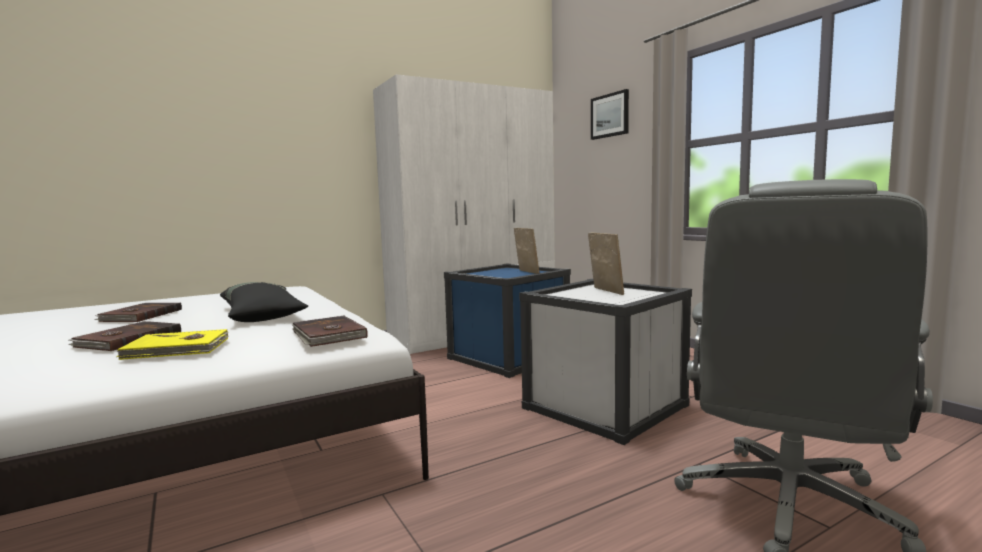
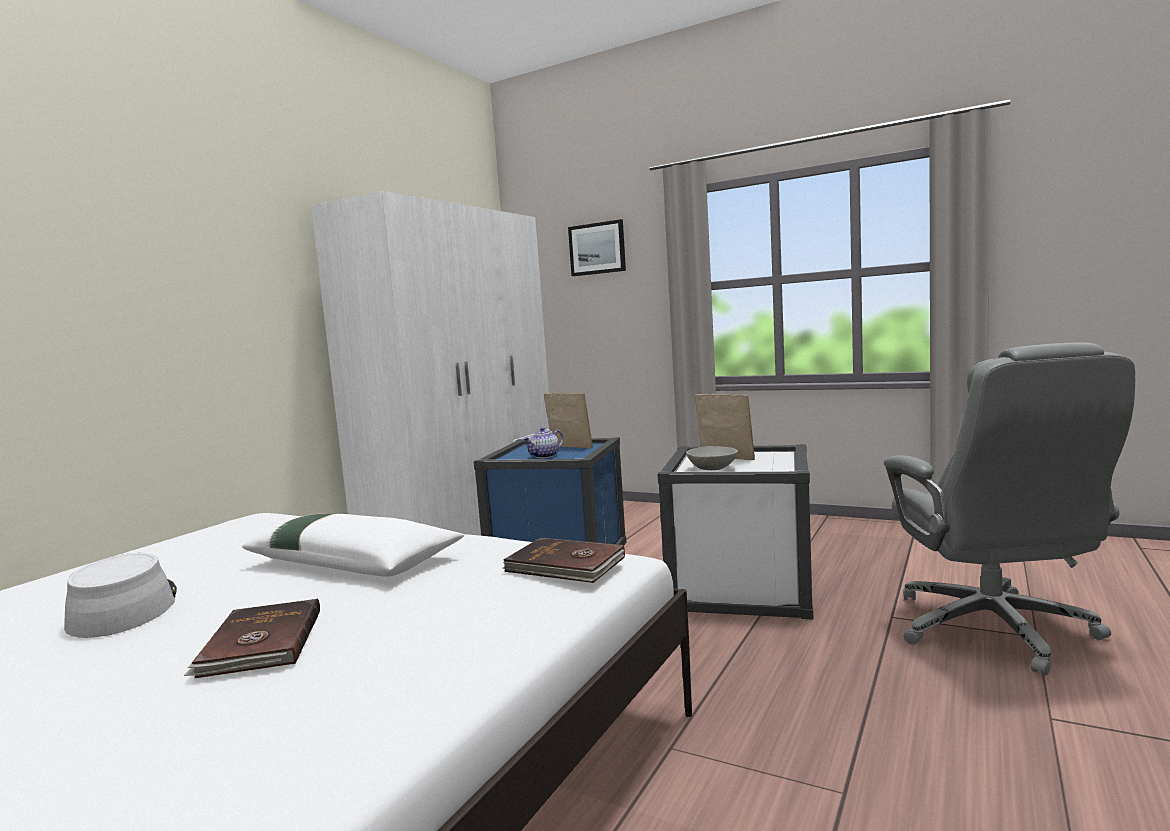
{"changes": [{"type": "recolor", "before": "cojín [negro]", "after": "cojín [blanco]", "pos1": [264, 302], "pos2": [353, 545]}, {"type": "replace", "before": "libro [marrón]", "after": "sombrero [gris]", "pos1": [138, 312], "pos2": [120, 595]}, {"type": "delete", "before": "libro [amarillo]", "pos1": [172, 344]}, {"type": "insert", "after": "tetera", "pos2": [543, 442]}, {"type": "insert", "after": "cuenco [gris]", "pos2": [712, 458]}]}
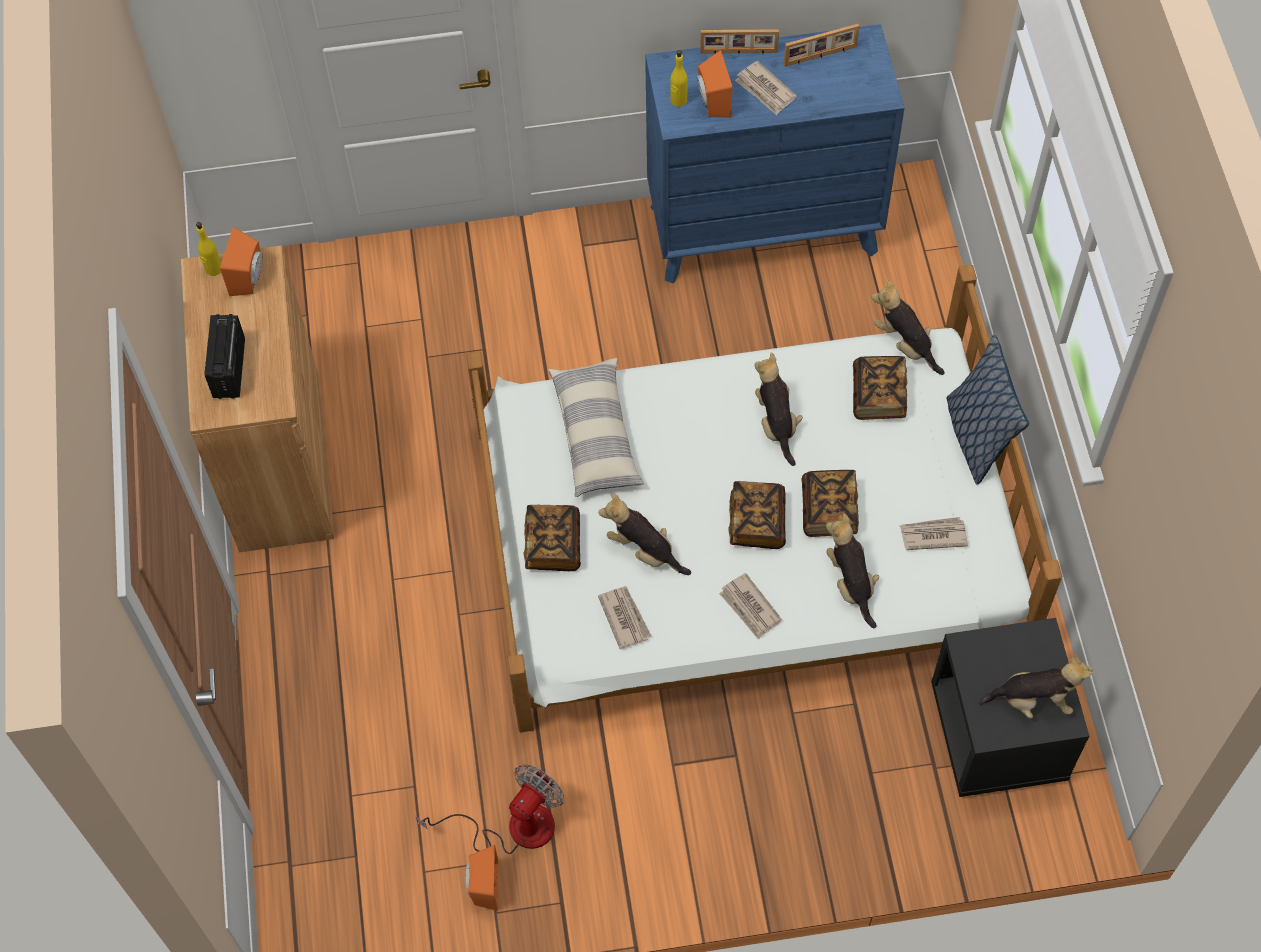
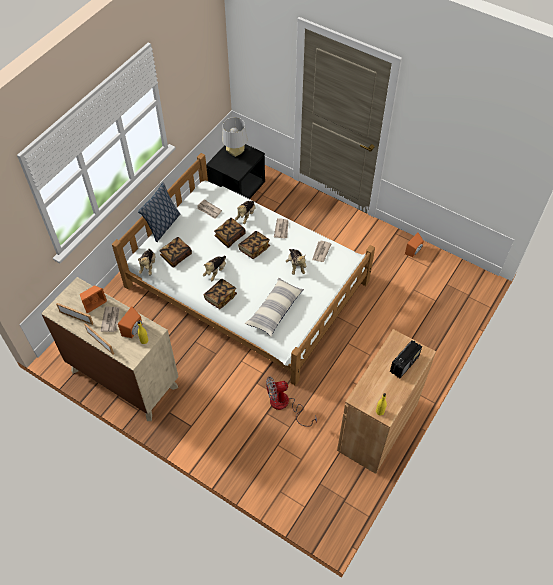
{"changes": [{"type": "recolor", "before": "cómoda [azul]", "after": "cómoda [beis]", "pos1": [774, 154], "pos2": [109, 349]}, {"type": "move", "before": "altavoz [naranja]", "pos1": [241, 261], "pos2": [93, 299]}, {"type": "move", "before": "libro", "pos1": [552, 538], "pos2": [220, 294]}, {"type": "replace", "before": "peluche", "after": "lámpara de mesa [gris]", "pos1": [1036, 686], "pos2": [234, 137]}, {"type": "move", "before": "ventilador", "pos1": [490, 809], "pos2": [291, 402]}]}
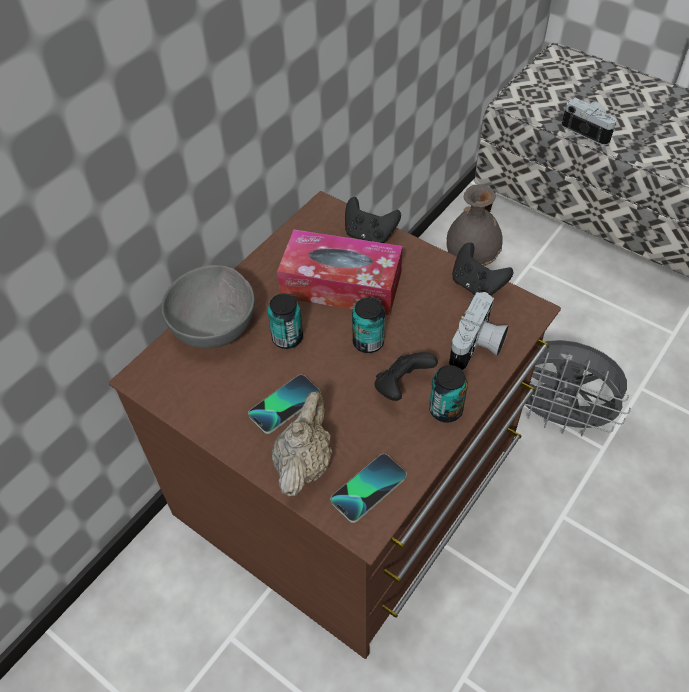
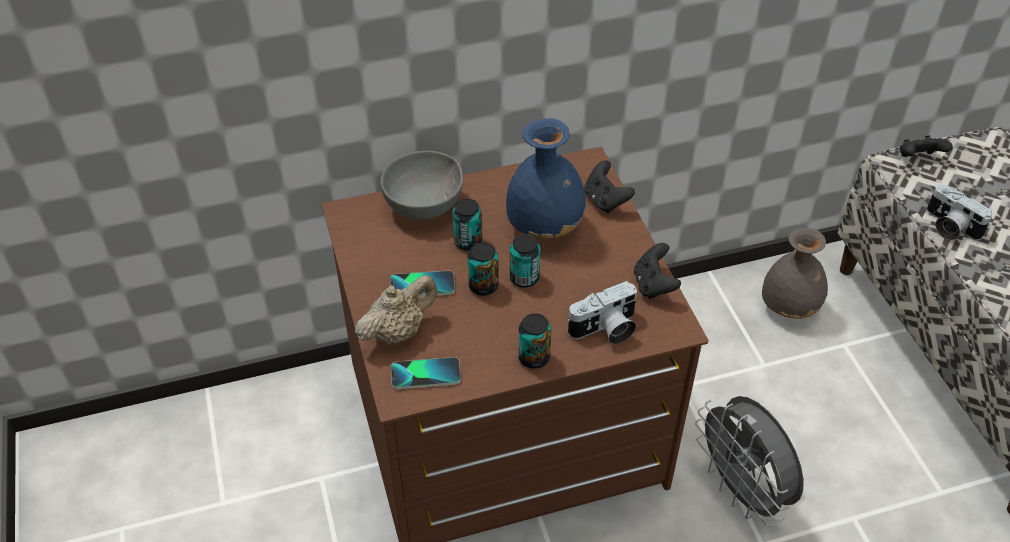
{"changes": [{"type": "rotate", "before": "cámara", "pos1": [588, 122], "pos2": [960, 212], "turn": 150}, {"type": "replace", "before": "caja de pañuelos", "after": "florero [azul]", "pos1": [340, 272], "pos2": [546, 178]}, {"type": "move", "before": "mando de consola [negro]", "pos1": [406, 376], "pos2": [926, 146]}, {"type": "insert", "after": "lata", "pos2": [483, 269]}]}
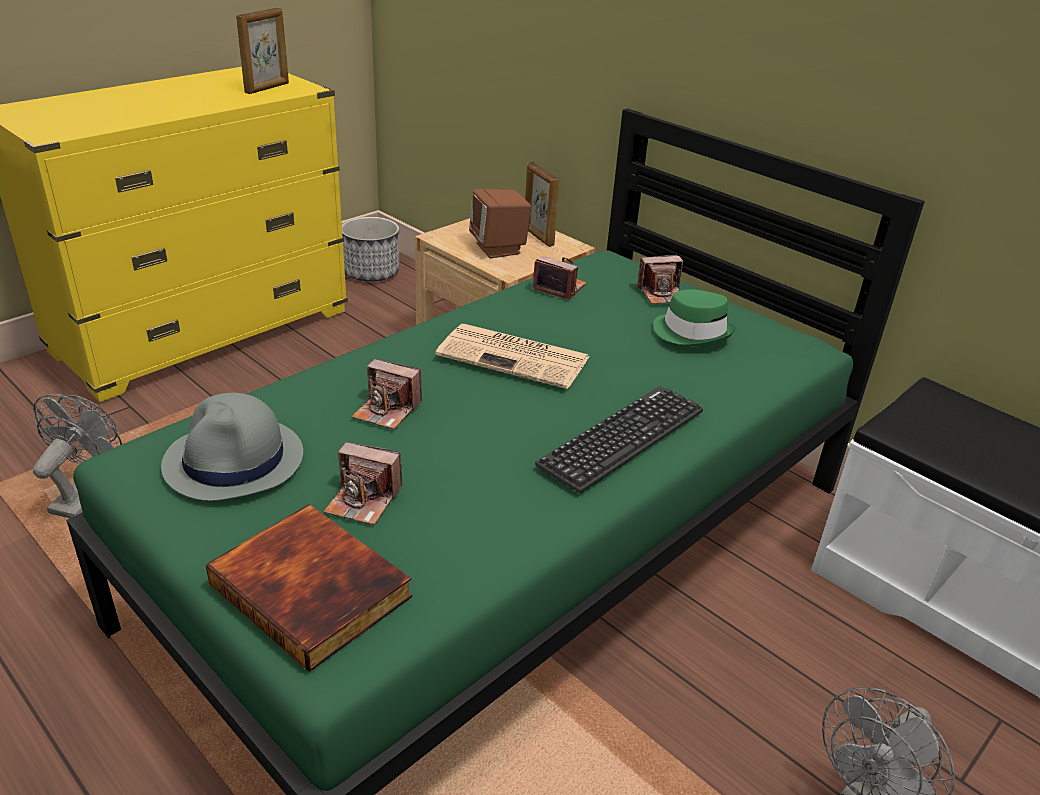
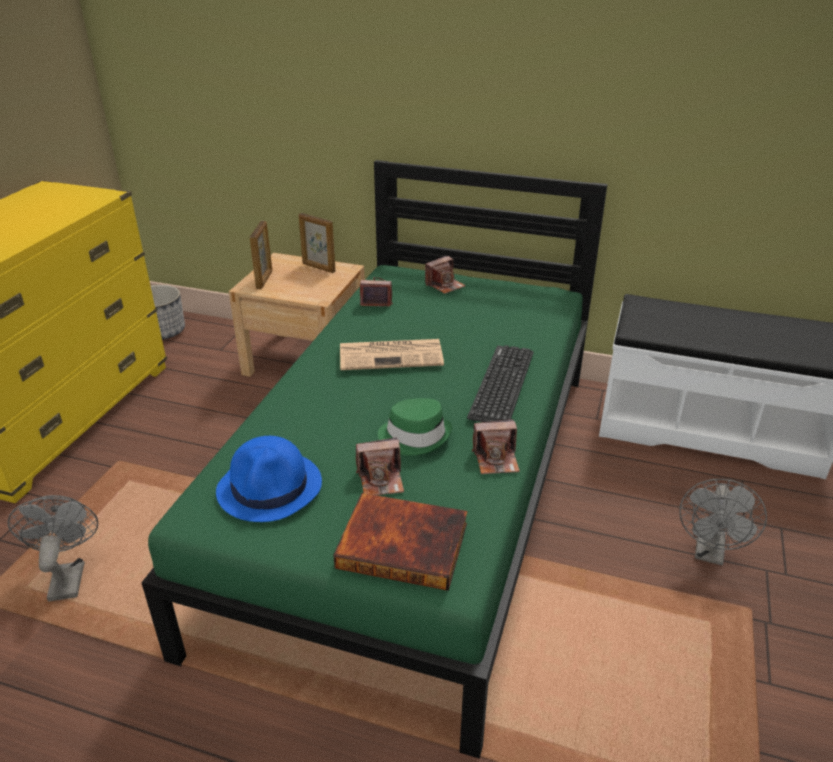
{"changes": [{"type": "move", "before": "portarretratos", "pos1": [262, 51], "pos2": [261, 255]}, {"type": "delete", "before": "altavoz [marrón]", "pos1": [500, 223]}, {"type": "move", "before": "sombrero [verde]", "pos1": [694, 318], "pos2": [415, 427]}, {"type": "move", "before": "cámara", "pos1": [387, 394], "pos2": [496, 446]}, {"type": "recolor", "before": "sombrero [gris]", "after": "sombrero [azul]", "pos1": [232, 447], "pos2": [269, 479]}]}
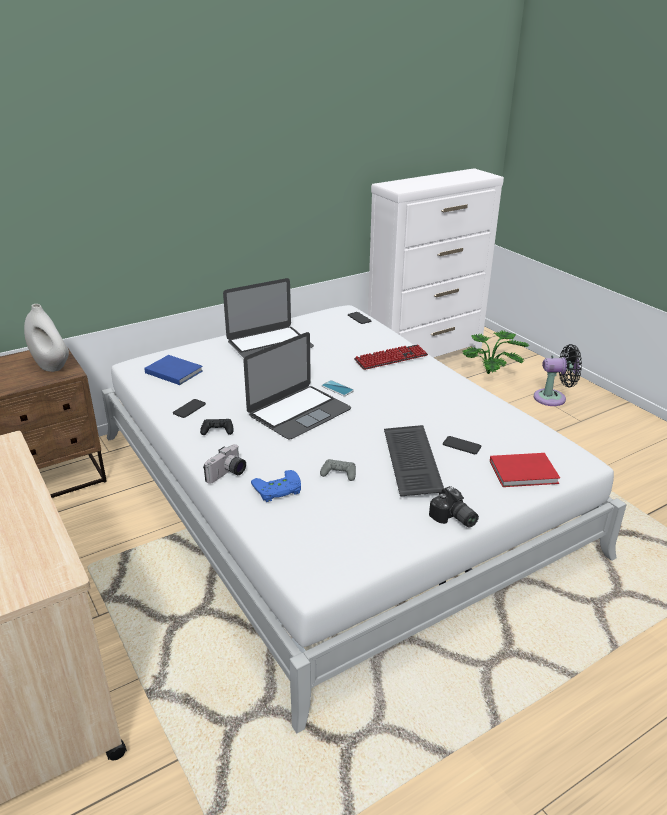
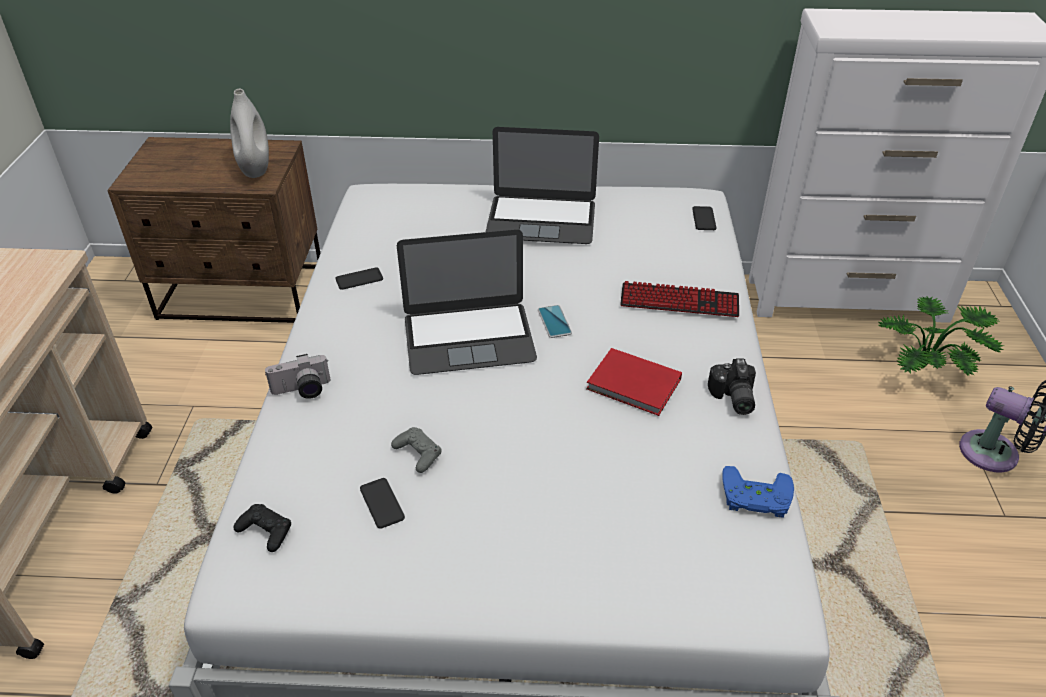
{"changes": [{"type": "delete", "before": "libro [azul]", "pos1": [173, 370]}, {"type": "move", "before": "mando de consola [negro]", "pos1": [216, 427], "pos2": [262, 528]}, {"type": "delete", "before": "teclado", "pos1": [414, 461]}, {"type": "move", "before": "móvil", "pos1": [462, 445], "pos2": [382, 503]}, {"type": "move", "before": "libro [rojo]", "pos1": [525, 470], "pos2": [634, 382]}, {"type": "move", "before": "mando de consola [azul]", "pos1": [276, 486], "pos2": [758, 492]}, {"type": "move", "before": "cámara", "pos1": [454, 506], "pos2": [732, 386]}]}
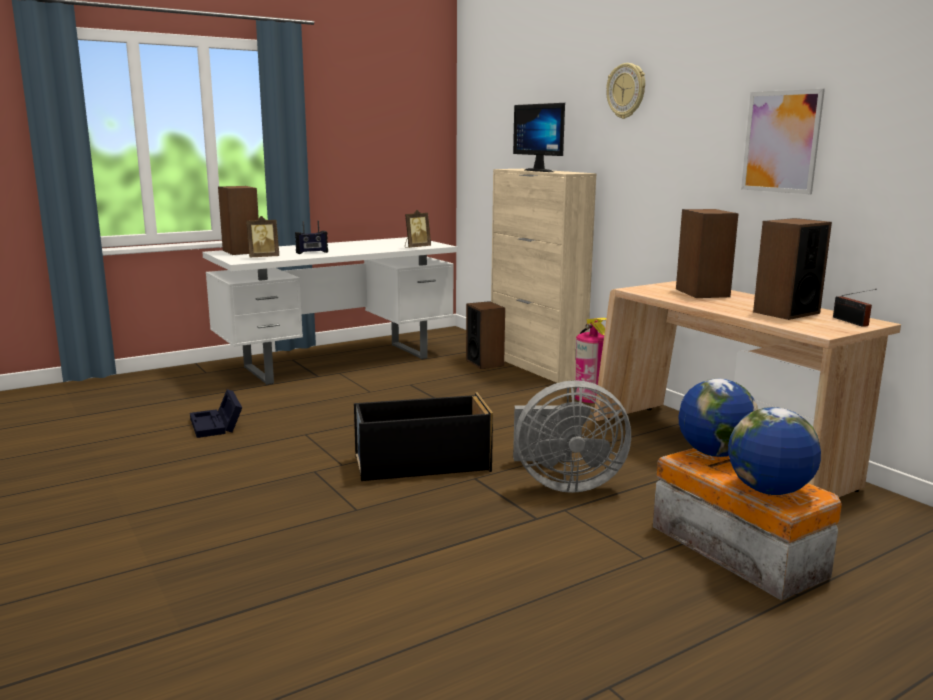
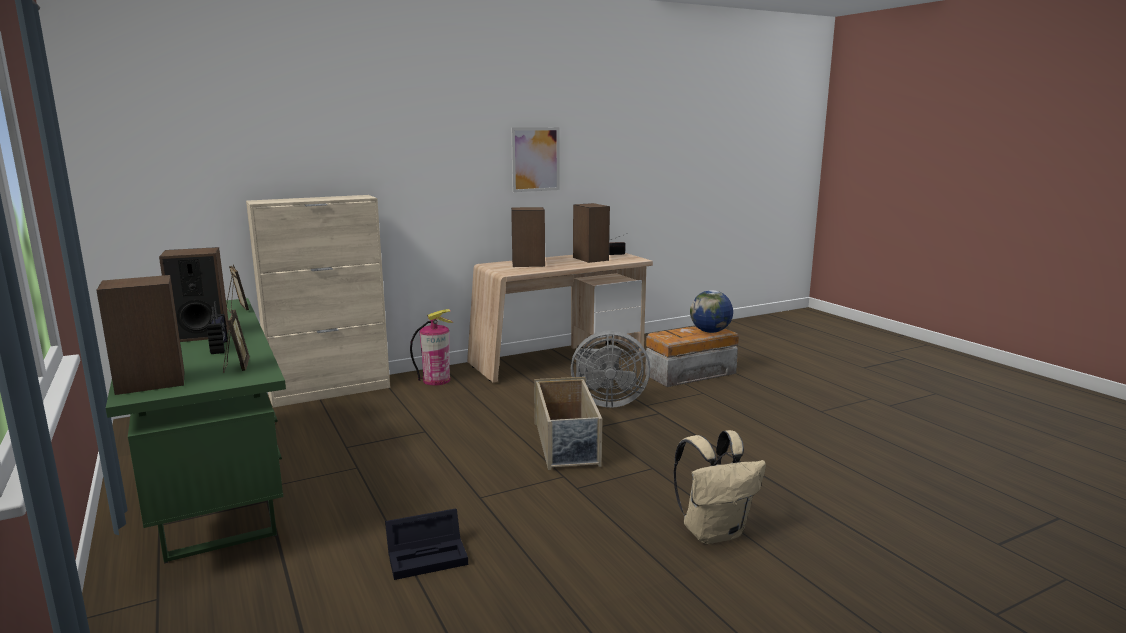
{"changes": [{"type": "delete", "before": "reloj de pared", "pos1": [625, 91]}, {"type": "delete", "before": "monitor", "pos1": [539, 137]}, {"type": "recolor", "before": "escritorio [blanco]", "after": "escritorio [verde]", "pos1": [329, 311], "pos2": [196, 430]}, {"type": "move", "before": "altavoz", "pos1": [485, 335], "pos2": [194, 294]}, {"type": "delete", "before": "globo terráqueo", "pos1": [718, 418]}, {"type": "rotate", "before": "ventilador [gris]", "pos1": [572, 436], "pos2": [610, 369], "turn": 90}, {"type": "recolor", "before": "caja de almacenaje [negro]", "after": "caja de almacenaje [beis]", "pos1": [423, 436], "pos2": [568, 423]}, {"type": "insert", "after": "mochila [beis]", "pos2": [720, 487]}]}
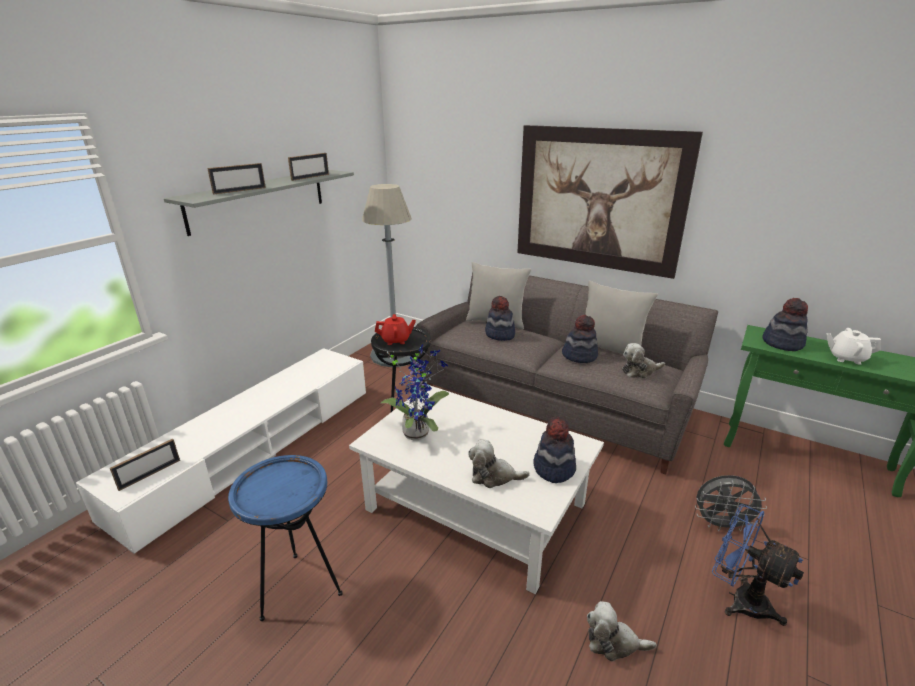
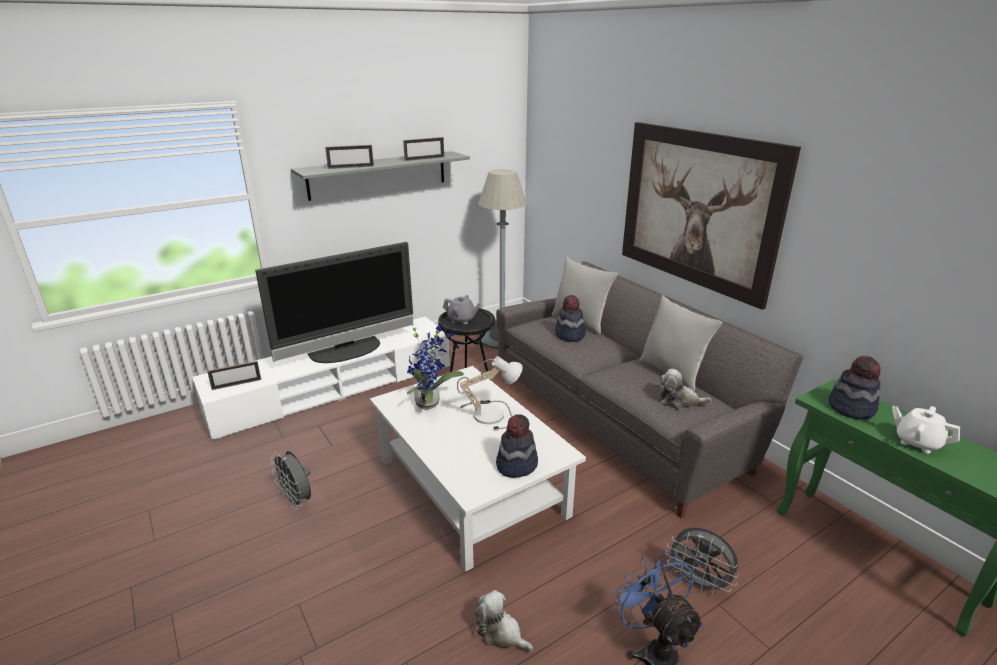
{"changes": [{"type": "recolor", "before": "tetera [rojo]", "after": "tetera [gris]", "pos1": [395, 329], "pos2": [462, 309]}, {"type": "delete", "before": "sombrero", "pos1": [580, 339]}, {"type": "delete", "before": "peluche", "pos1": [499, 463]}, {"type": "replace", "before": "mesa auxiliar [azul]", "after": "ventilador [gris]", "pos1": [285, 538], "pos2": [290, 480]}, {"type": "insert", "after": "televisor", "pos2": [334, 302]}, {"type": "insert", "after": "lámpara de mesa", "pos2": [490, 393]}]}
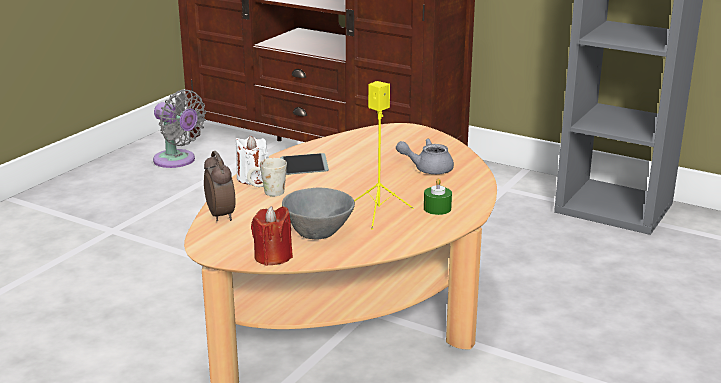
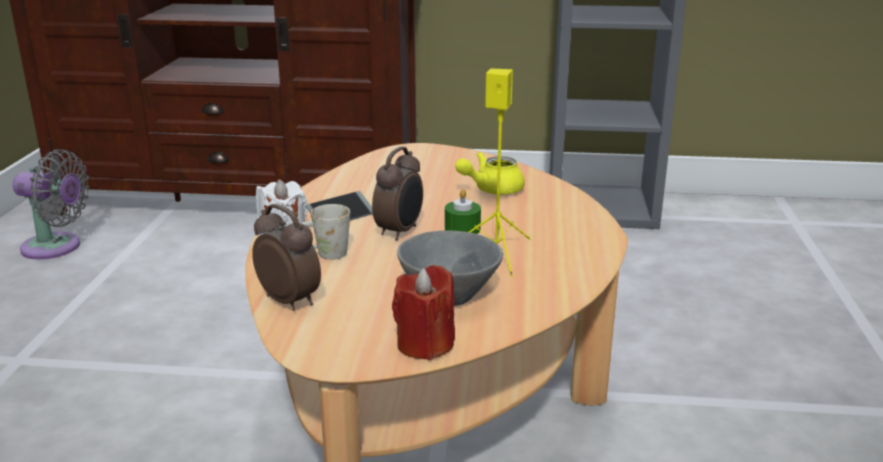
{"changes": [{"type": "recolor", "before": "tetera [gris]", "after": "tetera [amarillo]", "pos1": [425, 156], "pos2": [490, 173]}, {"type": "move", "before": "vela [verde]", "pos1": [438, 196], "pos2": [463, 211]}, {"type": "insert", "after": "despertador", "pos2": [397, 194]}]}
